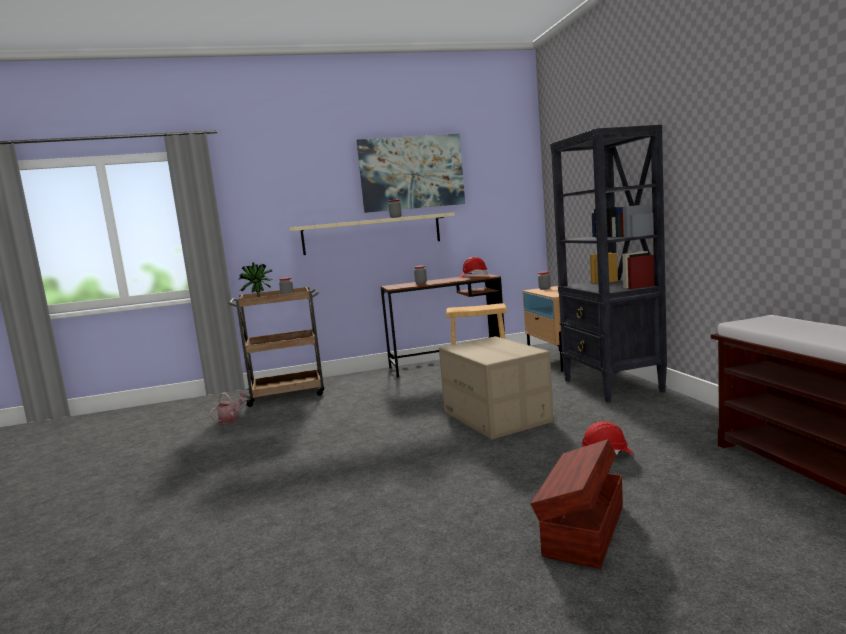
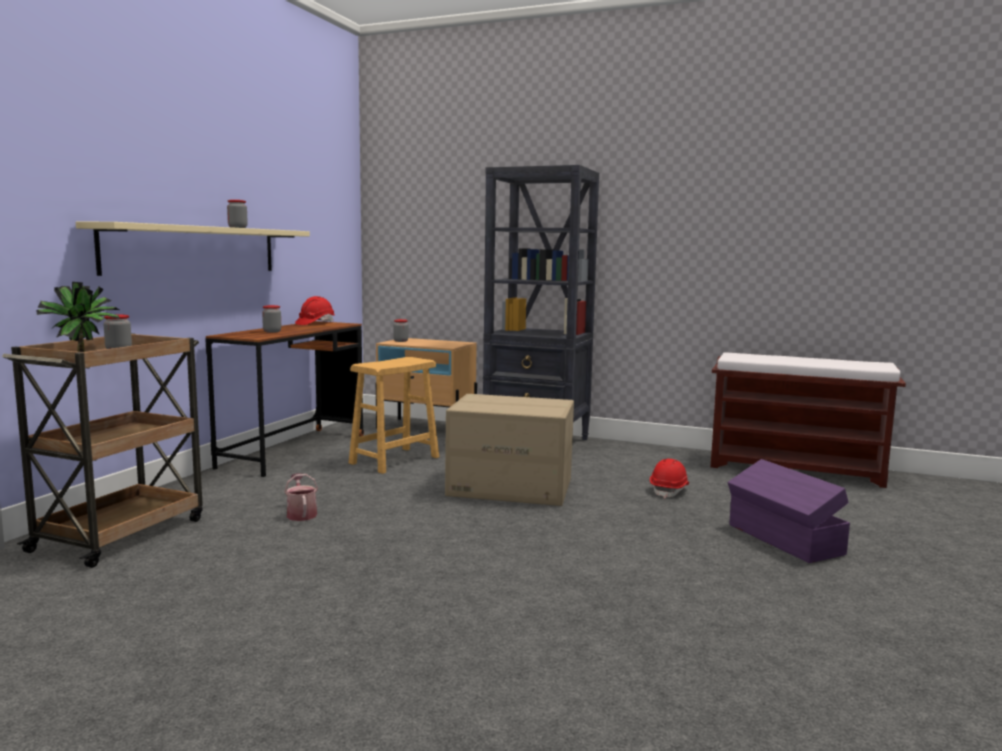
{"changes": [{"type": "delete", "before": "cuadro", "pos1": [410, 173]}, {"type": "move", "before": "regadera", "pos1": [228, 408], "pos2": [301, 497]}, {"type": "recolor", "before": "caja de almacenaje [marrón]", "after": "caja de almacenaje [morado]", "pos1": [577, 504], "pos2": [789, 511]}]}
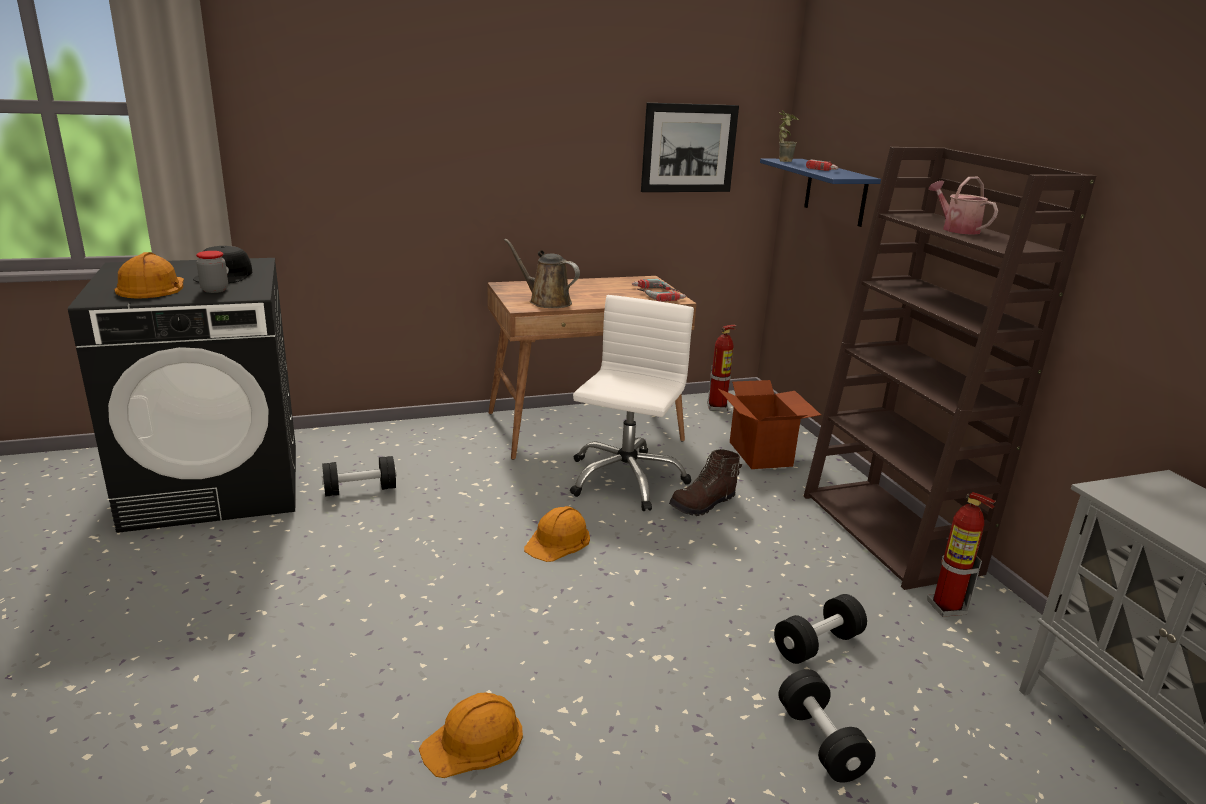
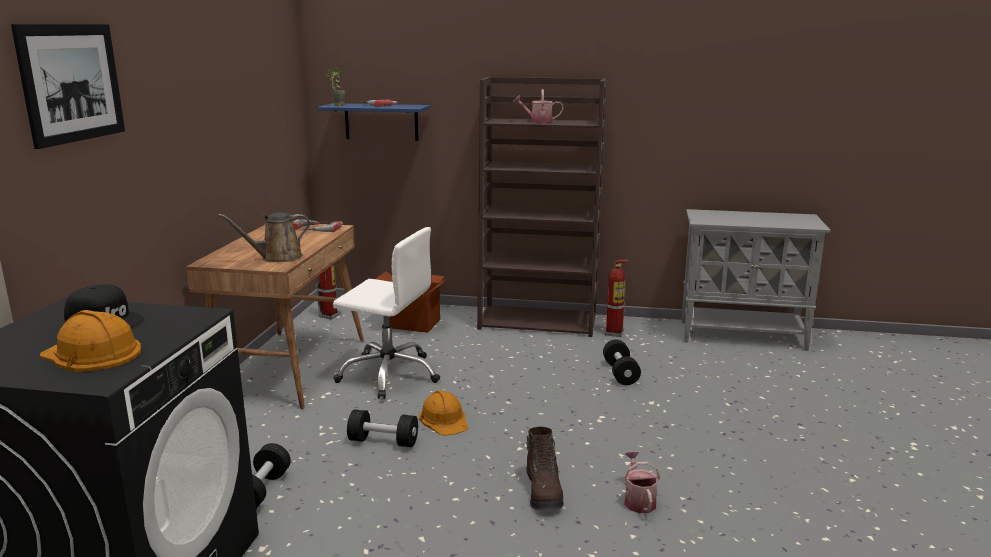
{"changes": [{"type": "move", "before": "cuadro", "pos1": [690, 147], "pos2": [68, 86]}, {"type": "delete", "before": "tarro", "pos1": [212, 272]}, {"type": "rotate", "before": "silla de oficina [blanco]", "pos1": [632, 403], "pos2": [386, 313], "turn": 150}, {"type": "move", "before": "bota [marrón]", "pos1": [705, 482], "pos2": [545, 468]}, {"type": "move", "before": "mancuerna [negro]", "pos1": [827, 726], "pos2": [382, 428]}, {"type": "replace", "before": "casco [naranja]", "after": "regadera", "pos1": [471, 735], "pos2": [642, 482]}]}
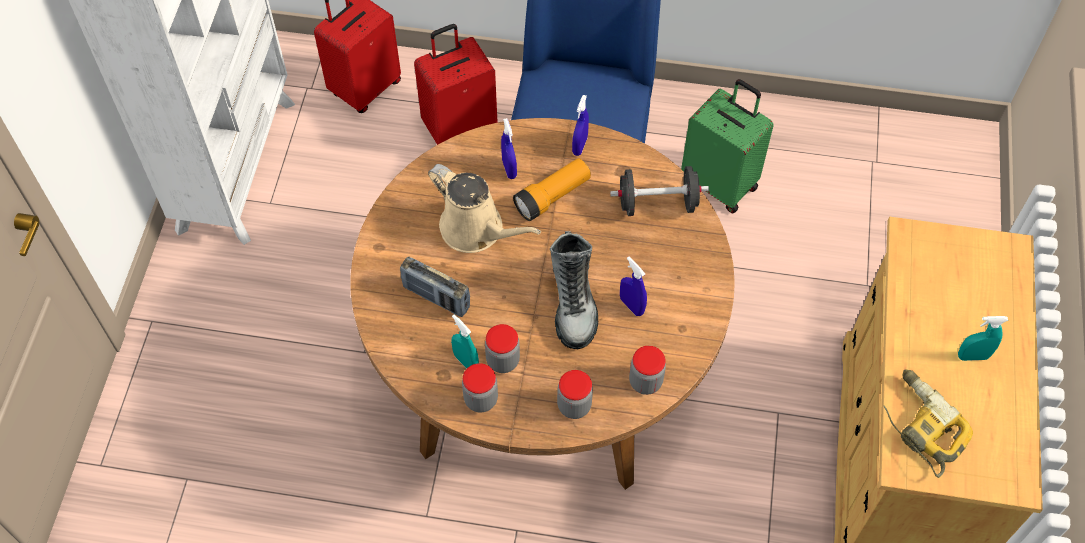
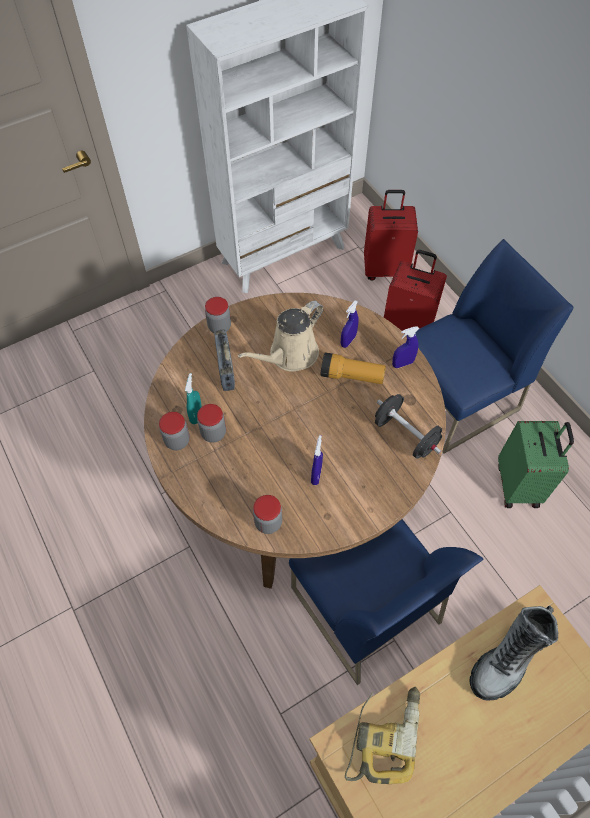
{"changes": [{"type": "rotate", "before": "regadera [beis]", "pos1": [484, 208], "pos2": [280, 336], "turn": 45}, {"type": "move", "before": "bota", "pos1": [574, 290], "pos2": [514, 652]}, {"type": "delete", "before": "pulverizador [turquesa]", "pos1": [983, 338]}, {"type": "move", "before": "tarro", "pos1": [575, 394], "pos2": [218, 315]}, {"type": "insert", "after": "silla [azul]", "pos2": [386, 602]}]}
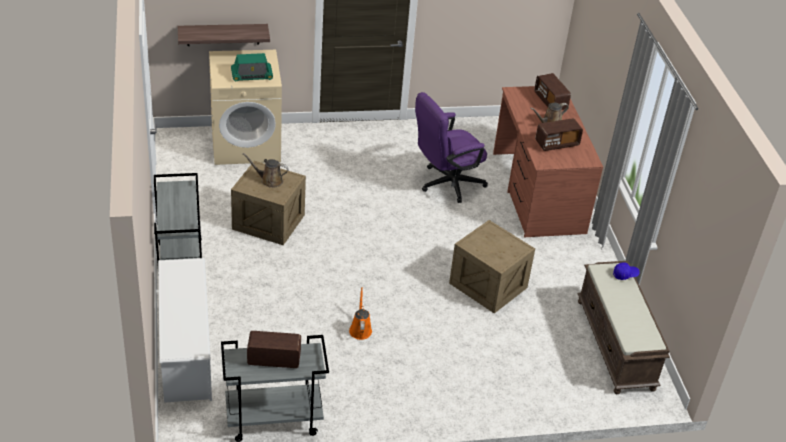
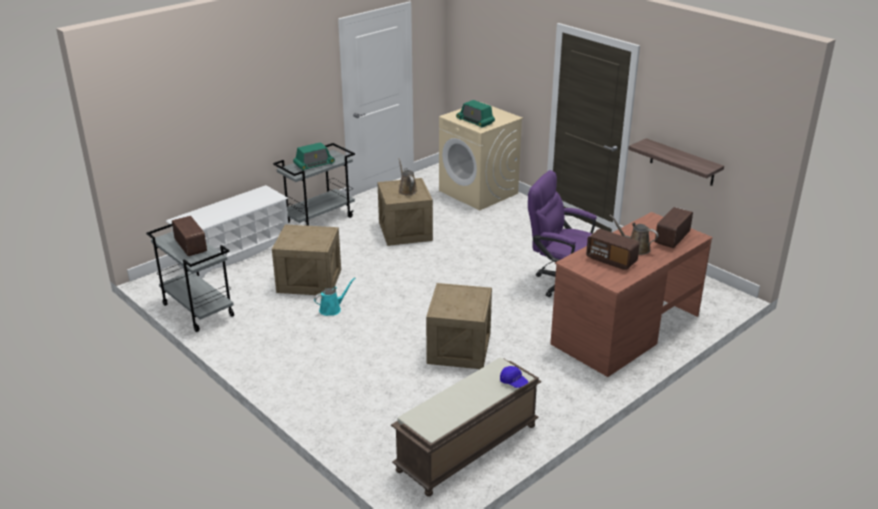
{"changes": [{"type": "move", "before": "estante", "pos1": [224, 35], "pos2": [676, 162]}, {"type": "recolor", "before": "regadera [naranja]", "after": "regadera [turquesa]", "pos1": [360, 313], "pos2": [334, 296]}, {"type": "insert", "after": "radio", "pos2": [314, 156]}, {"type": "insert", "after": "caja de embalaje", "pos2": [306, 259]}]}
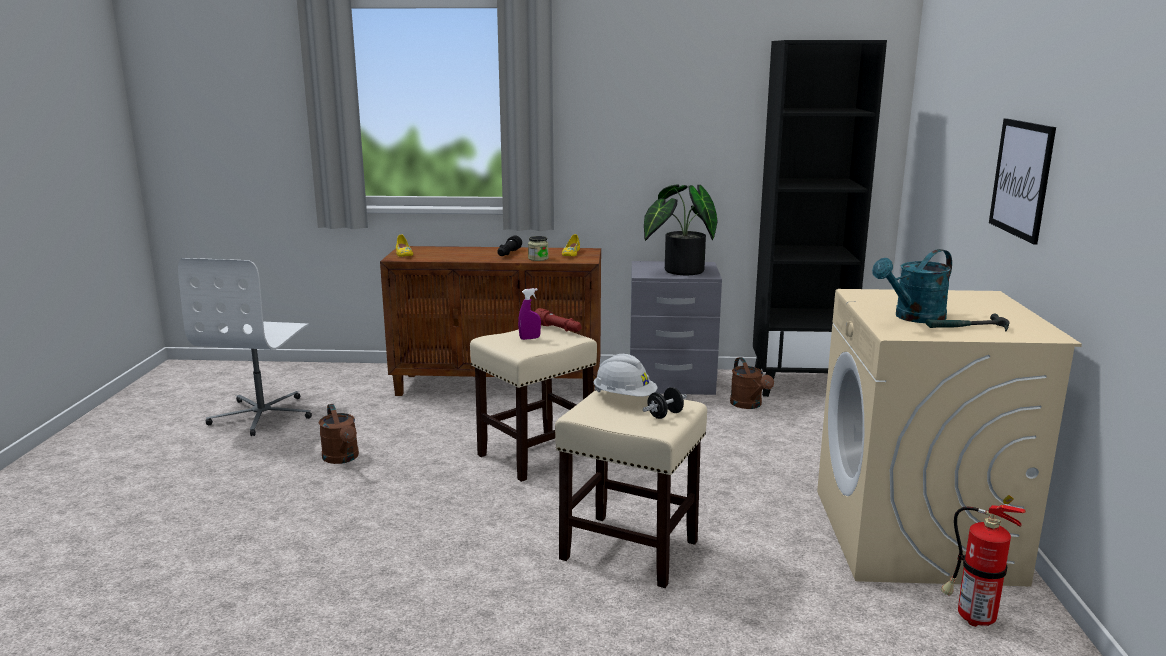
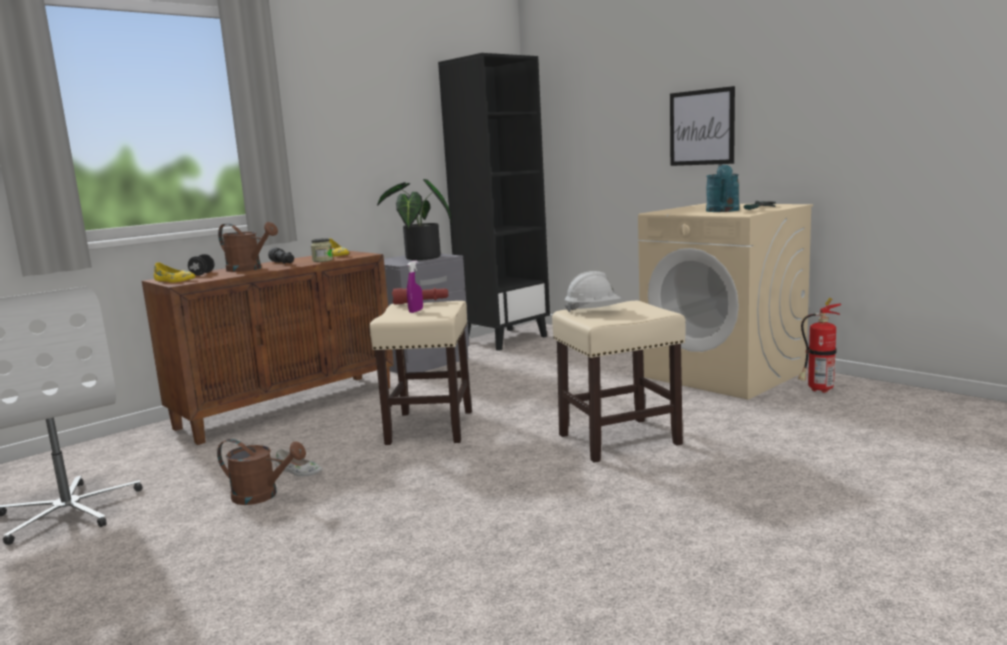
{"changes": [{"type": "move", "before": "regadera [marrón]", "pos1": [752, 383], "pos2": [248, 247]}, {"type": "move", "before": "mancuerna [negro]", "pos1": [665, 403], "pos2": [201, 265]}, {"type": "insert", "after": "zapato [blanco]", "pos2": [299, 463]}]}
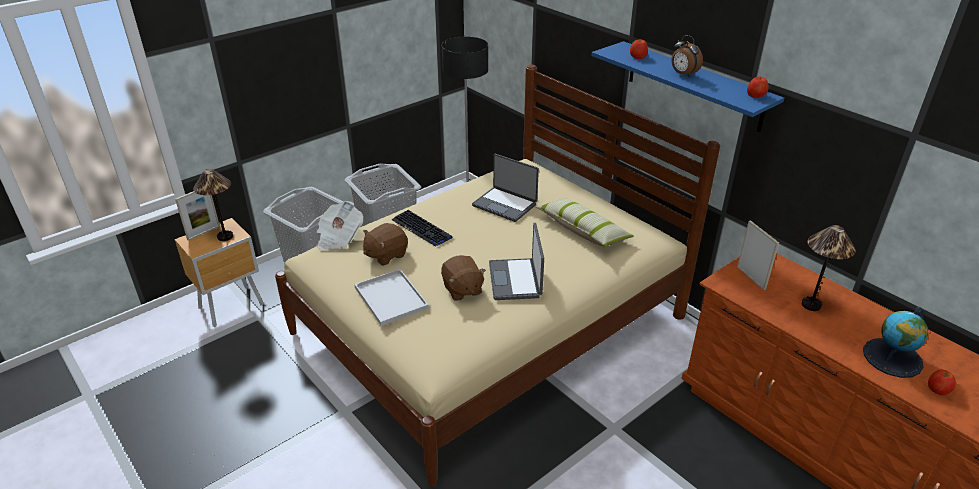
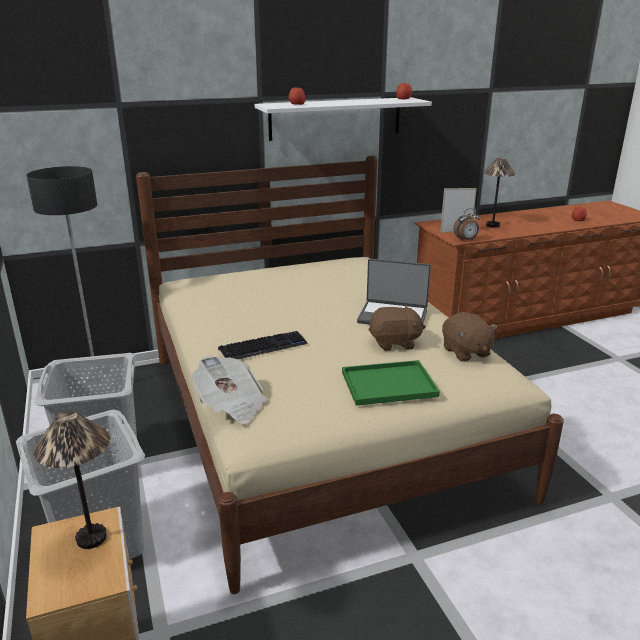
{"changes": [{"type": "move", "before": "despertador", "pos1": [687, 56], "pos2": [466, 224]}, {"type": "recolor", "before": "estante [azul]", "after": "estante [blanco]", "pos1": [688, 86], "pos2": [343, 119]}, {"type": "delete", "before": "portátil", "pos1": [505, 188]}, {"type": "delete", "before": "portarretratos", "pos1": [197, 216]}, {"type": "delete", "before": "cojín", "pos1": [585, 222]}, {"type": "move", "before": "peluche [marrón]", "pos1": [385, 244], "pos2": [470, 337]}, {"type": "recolor", "before": "bandeja [blanco]", "after": "bandeja [verde]", "pos1": [391, 297], "pos2": [391, 383]}, {"type": "delete", "before": "globo terráqueo", "pos1": [895, 342]}]}
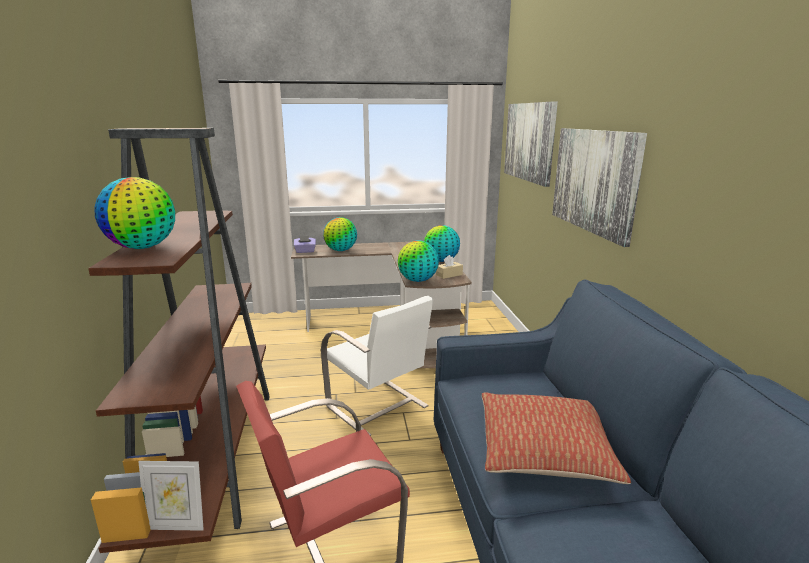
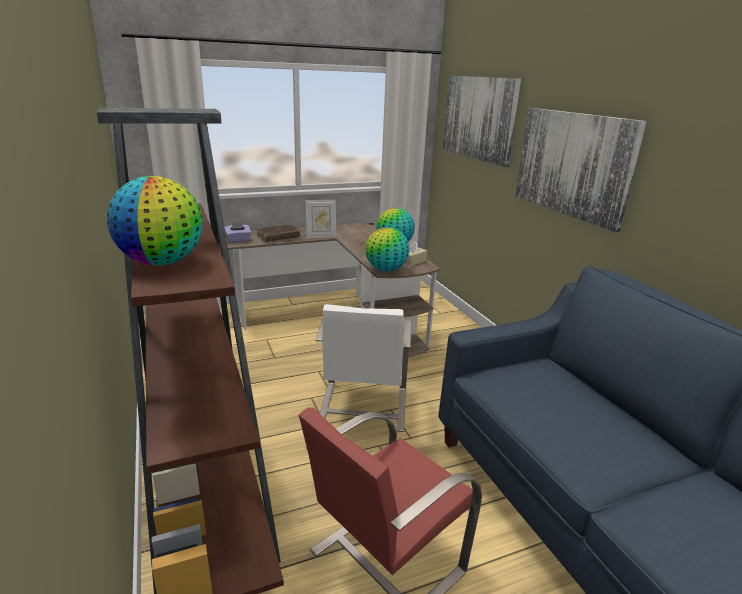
{"changes": [{"type": "replace", "before": "globo terráqueo", "after": "libro [marrón]", "pos1": [340, 234], "pos2": [278, 233]}, {"type": "rotate", "before": "silla [blanco]", "pos1": [377, 366], "pos2": [364, 368], "turn": 60}, {"type": "delete", "before": "cojín", "pos1": [556, 438]}, {"type": "move", "before": "portarretratos", "pos1": [171, 496], "pos2": [321, 219]}]}
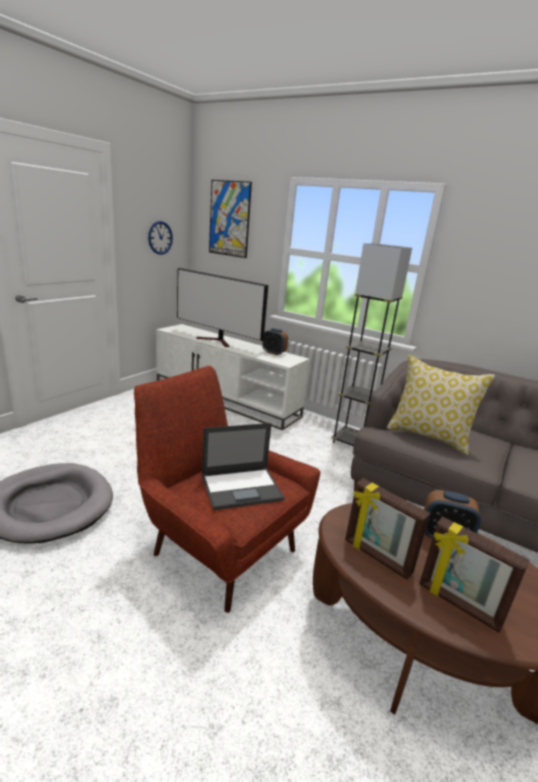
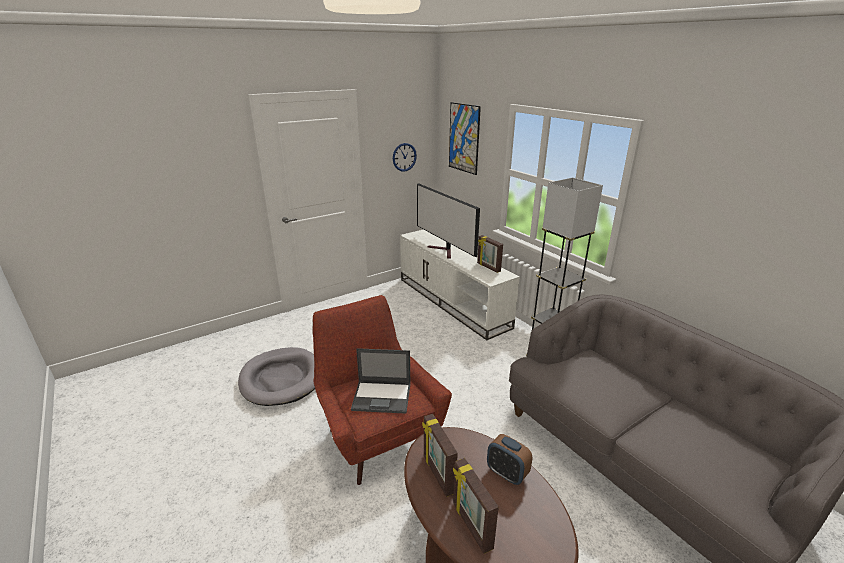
{"changes": [{"type": "replace", "before": "despertador", "after": "portarretratos", "pos1": [275, 341], "pos2": [490, 254]}, {"type": "delete", "before": "cojín", "pos1": [441, 405]}]}
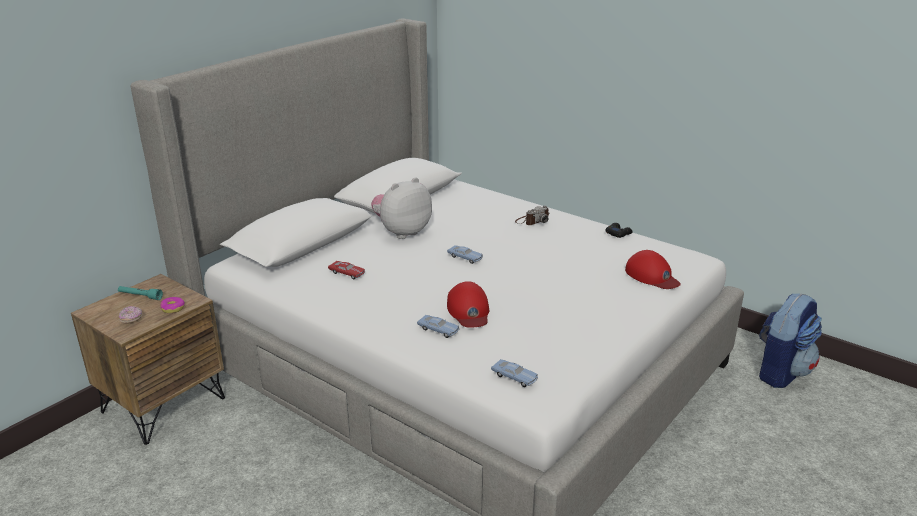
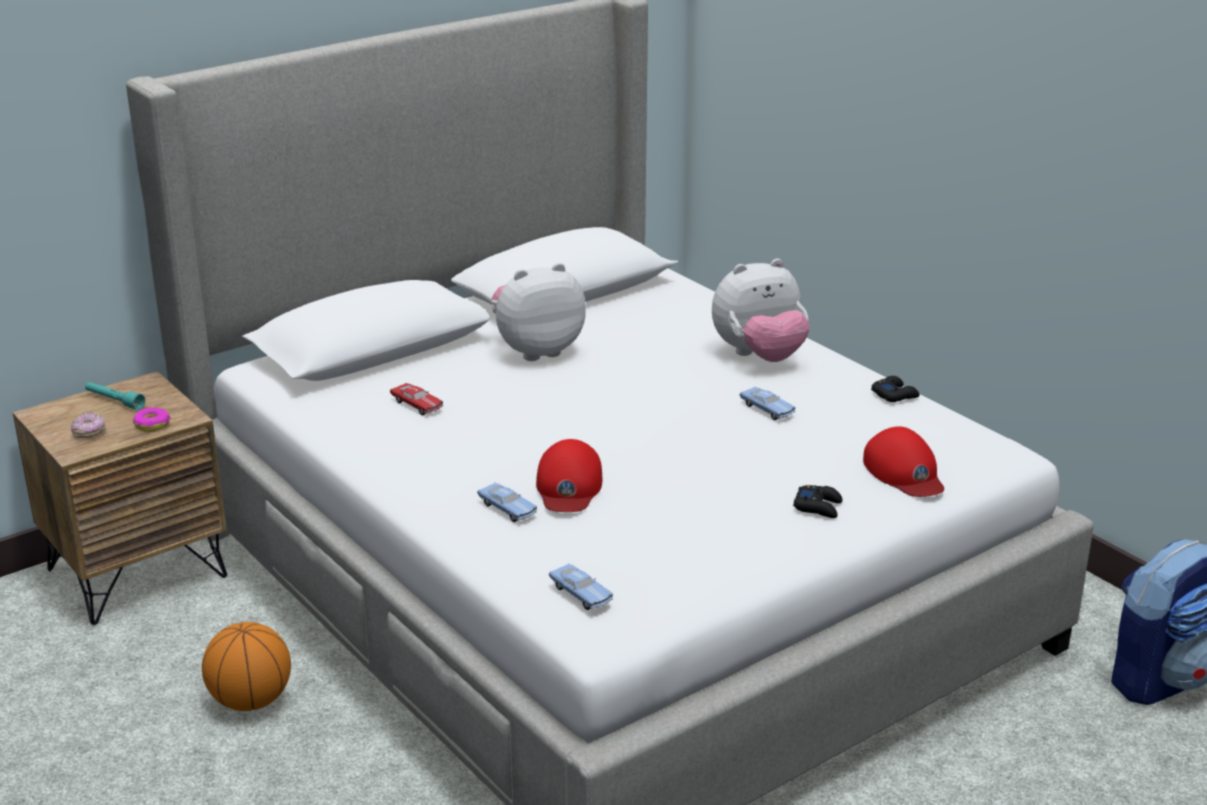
{"changes": [{"type": "replace", "before": "cámara", "after": "peluche", "pos1": [532, 215], "pos2": [761, 310]}, {"type": "move", "before": "coche de juguete [azul]", "pos1": [465, 254], "pos2": [767, 403]}, {"type": "insert", "after": "mando de consola [negro]", "pos2": [817, 501]}, {"type": "insert", "after": "balón de baloncesto", "pos2": [246, 666]}]}
